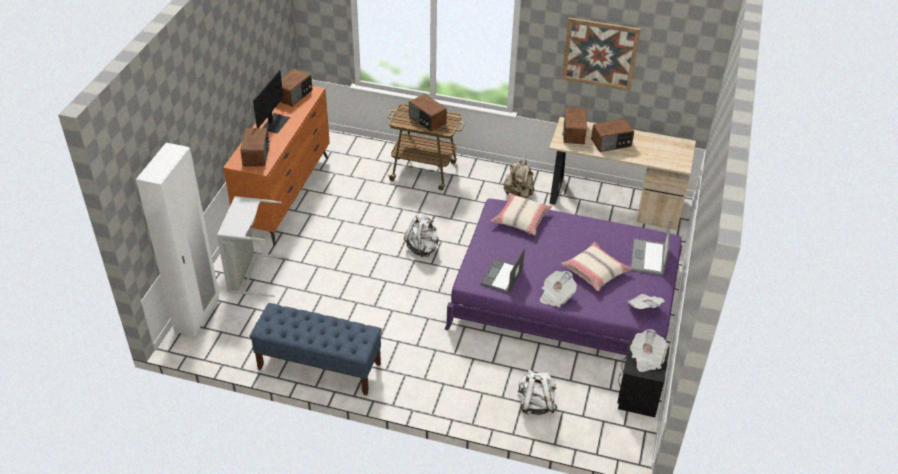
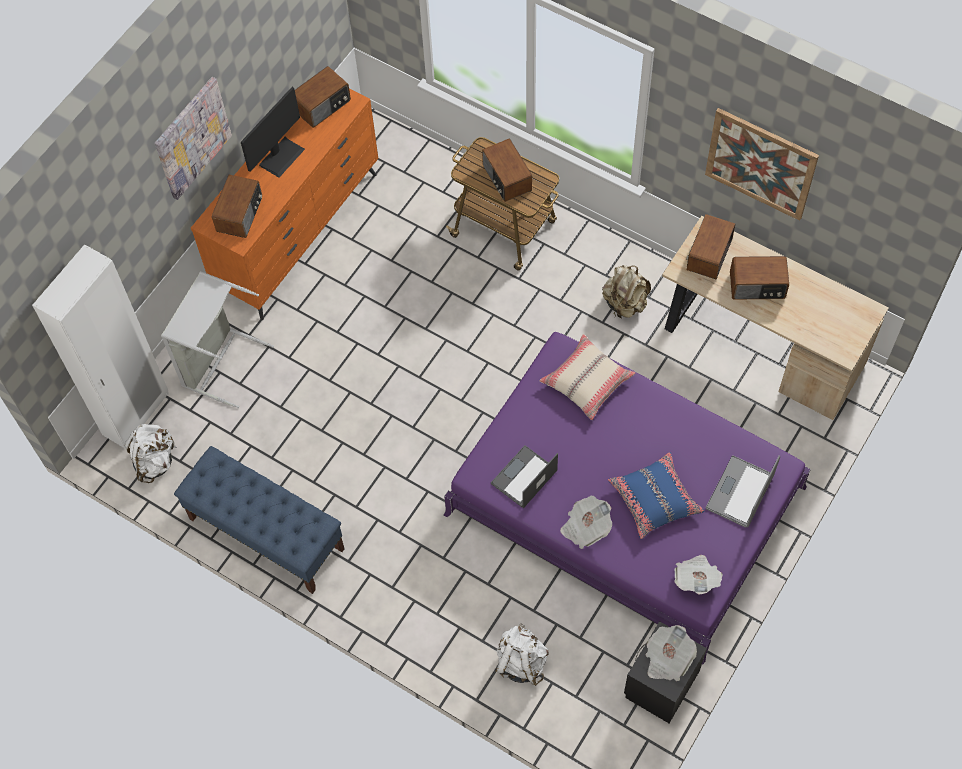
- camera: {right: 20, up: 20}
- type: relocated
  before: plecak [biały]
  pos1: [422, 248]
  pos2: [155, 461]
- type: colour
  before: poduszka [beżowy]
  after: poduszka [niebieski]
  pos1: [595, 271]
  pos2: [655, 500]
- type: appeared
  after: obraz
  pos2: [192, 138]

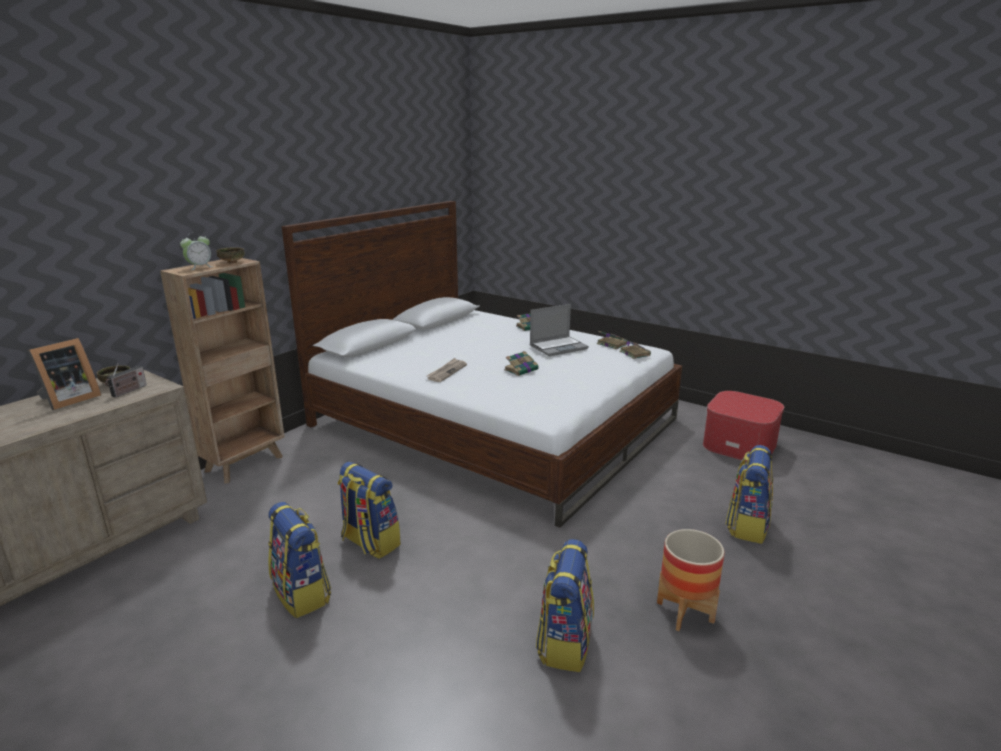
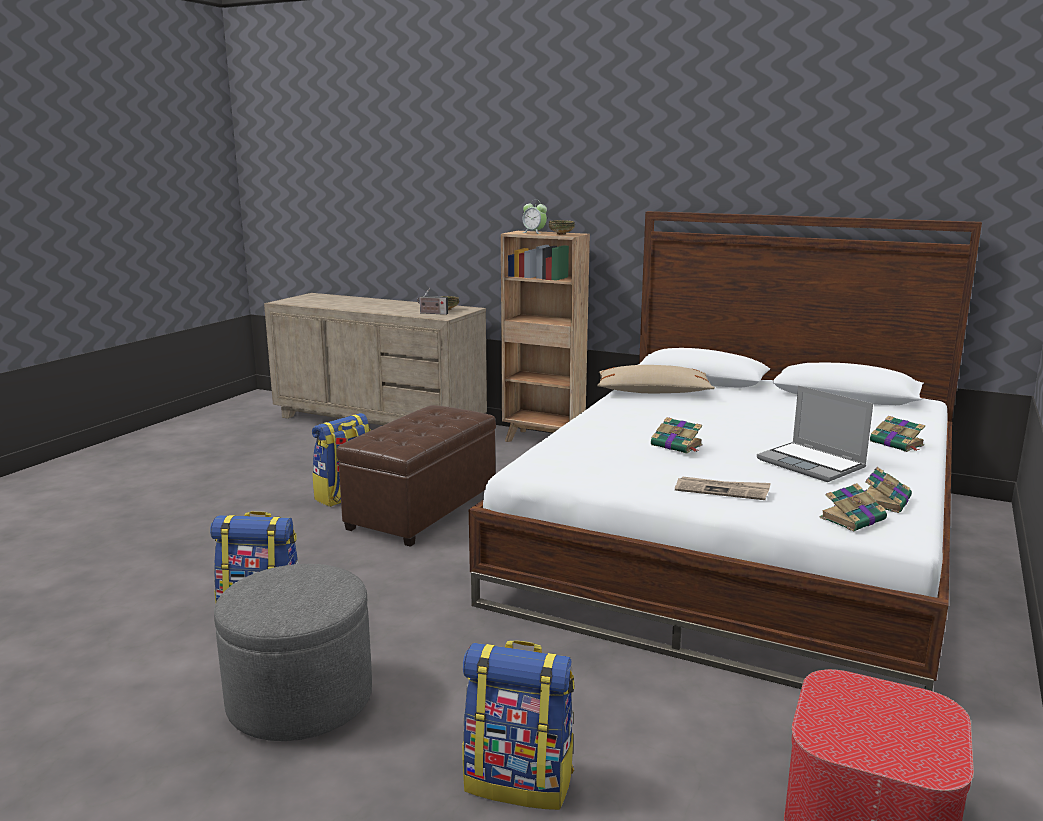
- camera: {right: 80, up: -5}
- type: missing
  before: ramka na zdjęcie
  pos1: [68, 400]
- type: relocated
  before: gazeta
  pos1: [447, 372]
  pos2: [722, 490]
- type: exchanged
  before: plecak
  after: pufa [brązowy]
  pos1: [369, 542]
  pos2: [422, 509]
- type: exchanged
  before: donica
  after: pufa [szary]
  pos1: [685, 612]
  pos2: [300, 699]
- type: appeared
  after: poduszka [beżowy]
  pos2: [653, 392]

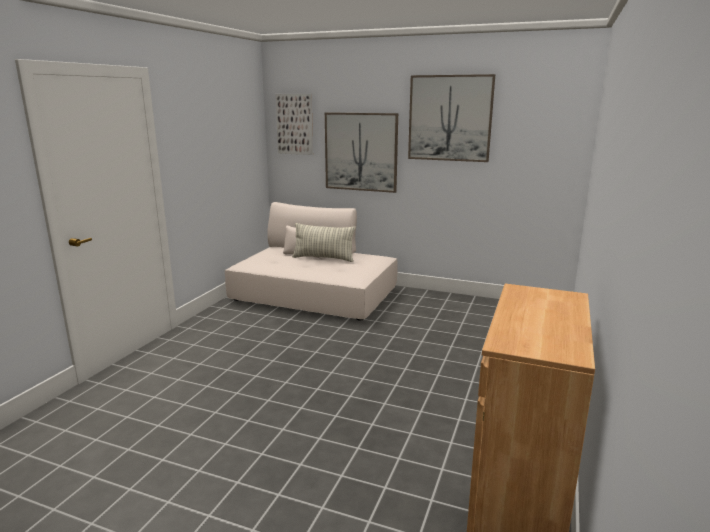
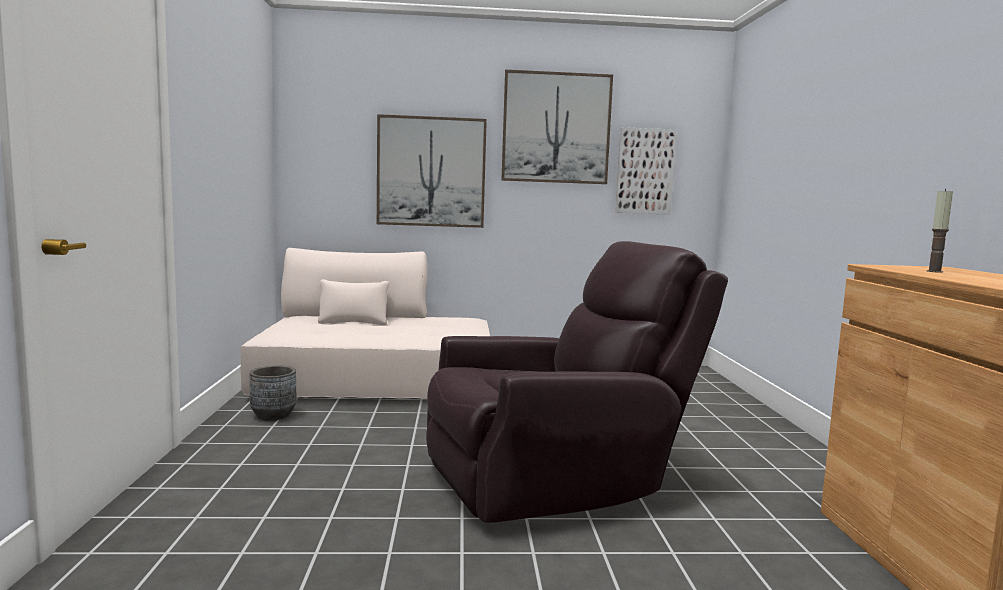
- camera: {right: -25, up: -10}
- type: relocated
  before: obraz
  pos1: [294, 124]
  pos2: [645, 171]
- type: missing
  before: poduszka
  pos1: [323, 258]
- type: appeared
  after: świeca
  pos2: [934, 271]
- type: appeared
  after: fotel [brązowy]
  pos2: [558, 480]
- type: appeared
  after: donica [szary]
  pos2: [273, 415]

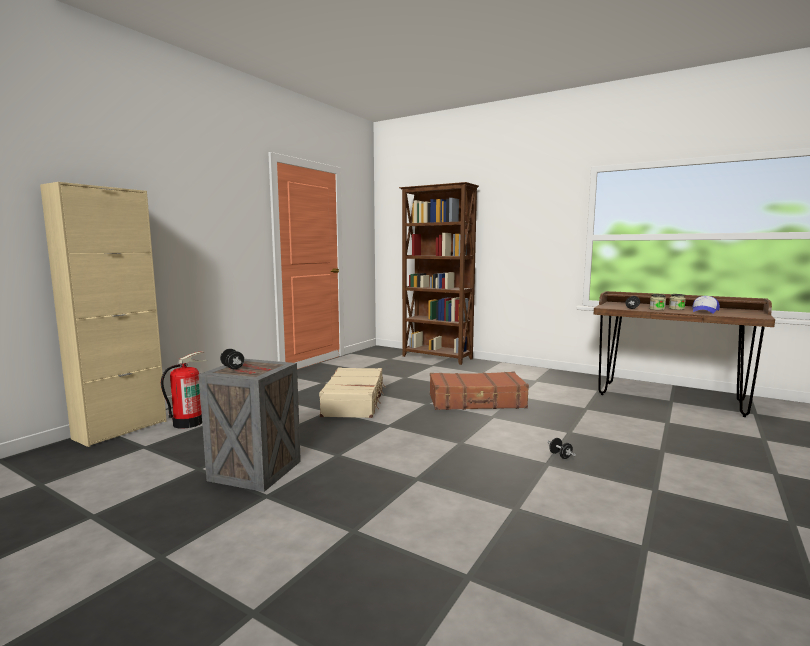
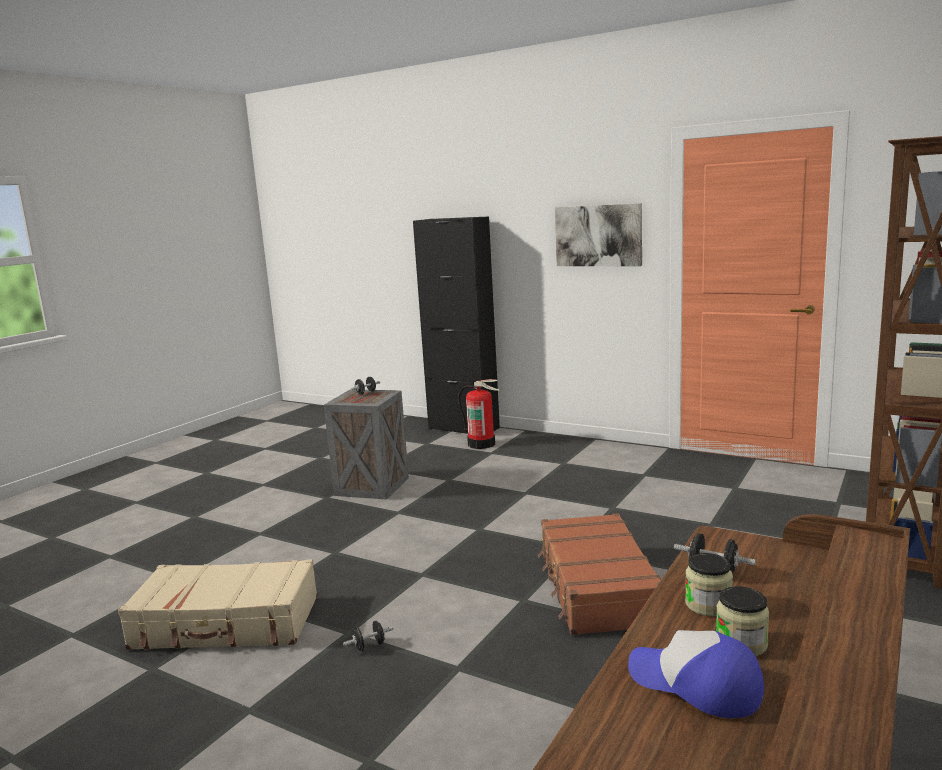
- camera: {right: 90, up: 5}
- type: colour
  before: szafka [beżowy]
  after: szafka [czarny]
  pos1: [121, 430]
  pos2: [463, 428]
- type: relocated
  before: walizka [beżowy]
  pos1: [354, 402]
  pos2: [226, 623]
- type: appeared
  after: obraz
  pos2: [598, 235]

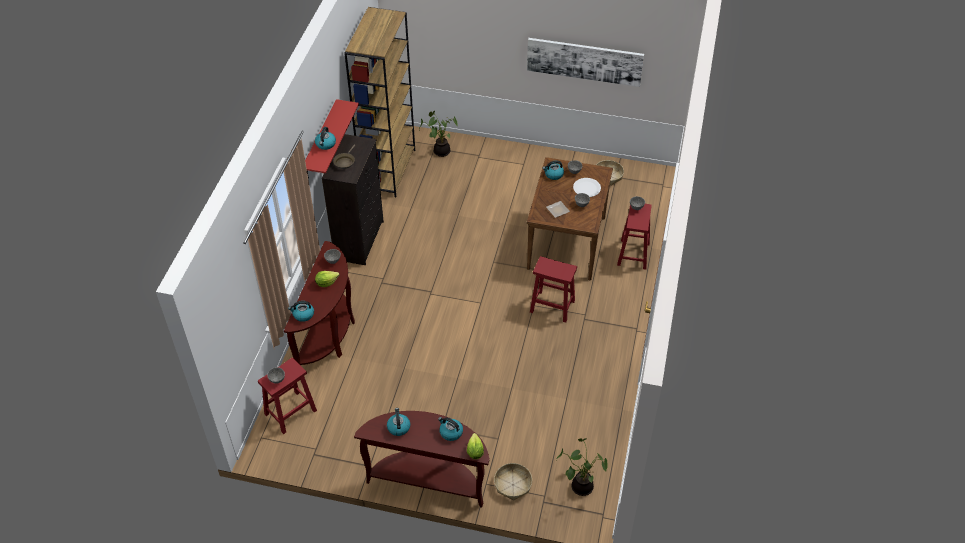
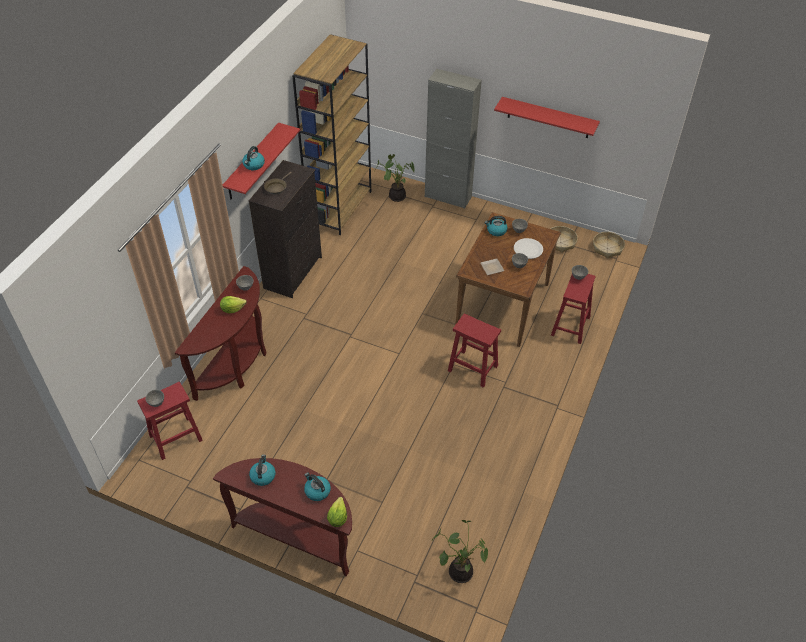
- camera: {right: 10, up: 0}
- type: exchanged
  before: obraz
  after: półka [czerwony]
  pos1: [584, 61]
  pos2: [548, 118]
- type: missing
  before: czajnik
  pos1: [303, 315]
- type: relocated
  before: koszyk
  pos1: [513, 484]
  pos2: [607, 248]
- type: appeared
  after: szafka [szary]
  pos2: [448, 197]

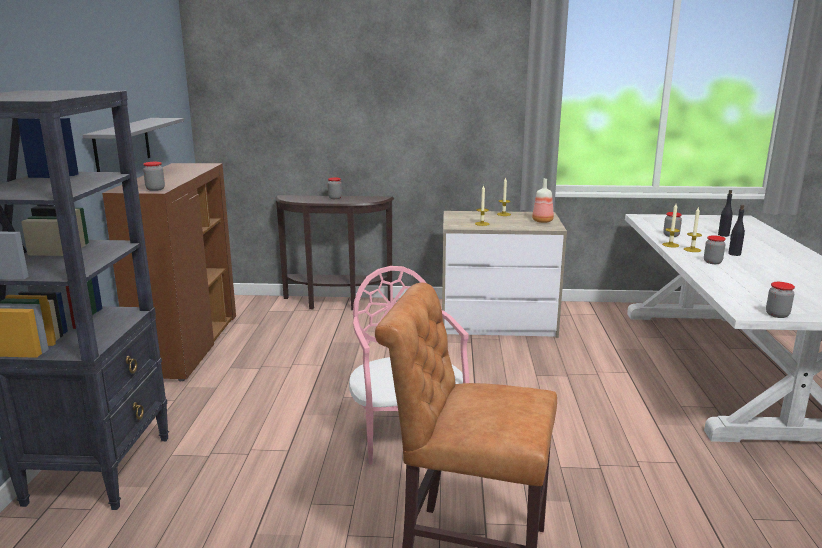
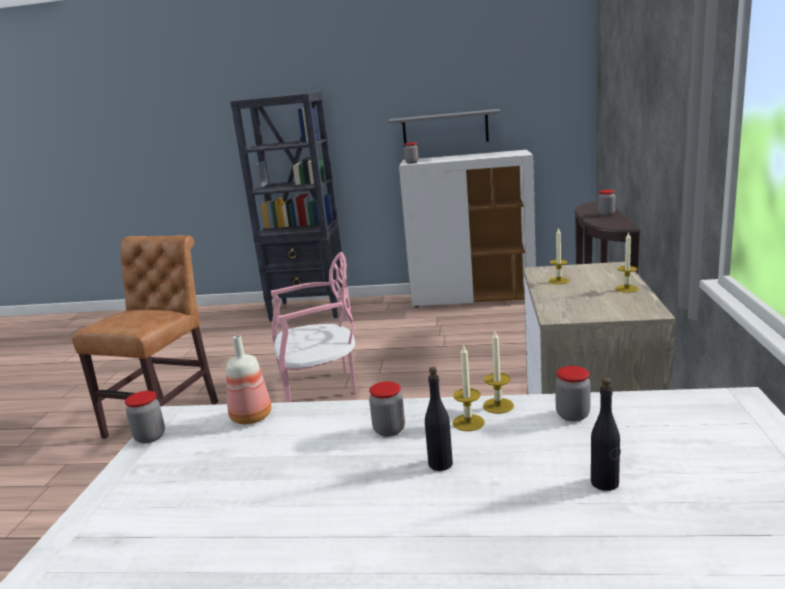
- camera: {right: 95, up: 0}
- type: colour
  before: szafka [brązowy]
  after: szafka [biały]
  pos1: [188, 347]
  pos2: [473, 298]
- type: relocated
  before: butelka
  pos1: [543, 221]
  pos2: [250, 418]

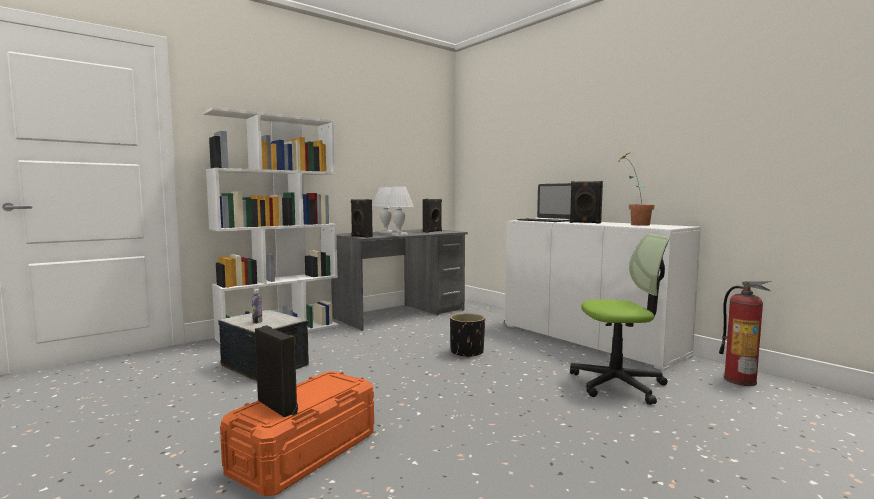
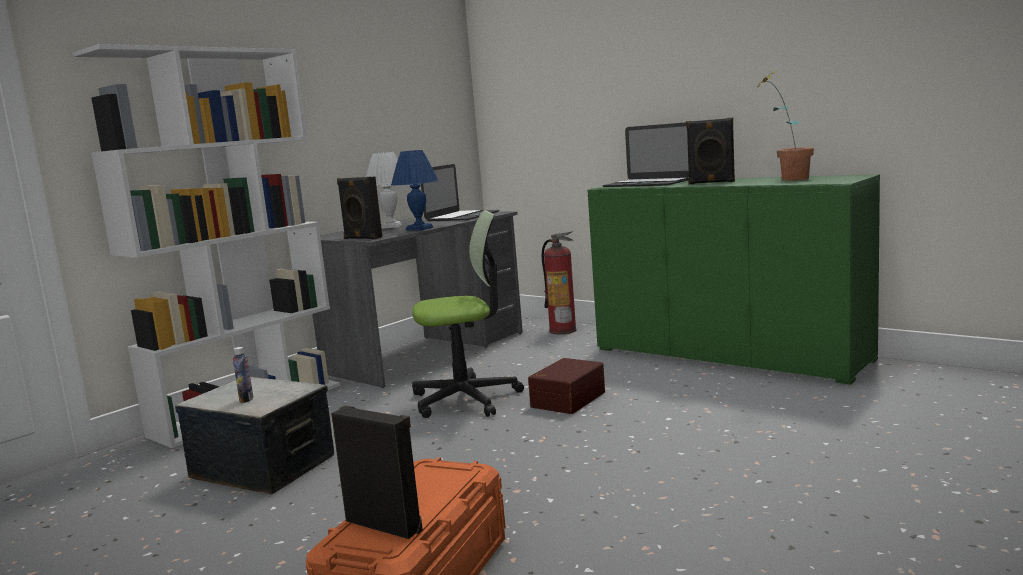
- camera: {right: -10, up: 5}
- type: colour
  before: lampa stołowa [biały]
  after: lampa stołowa [niebieski]
  pos1: [399, 235]
  pos2: [419, 229]
- type: exchanged
  before: głośnik [czarny]
  after: laptop
  pos1: [433, 231]
  pos2: [462, 216]
- type: colour
  before: szafka [biały]
  after: szafka [zielony]
  pos1: [589, 340]
  pos2: [728, 354]
- type: relocated
  before: krzesło biurowe
  pos1: [618, 384]
  pos2: [466, 399]
- type: relocated
  before: gaśnica
  pos1: [740, 380]
  pos2: [563, 330]
- type: exchanged
  before: donica [czarny]
  after: pojemnik do przechowywania [brązowy]
  pos1: [467, 353]
  pos2: [566, 399]

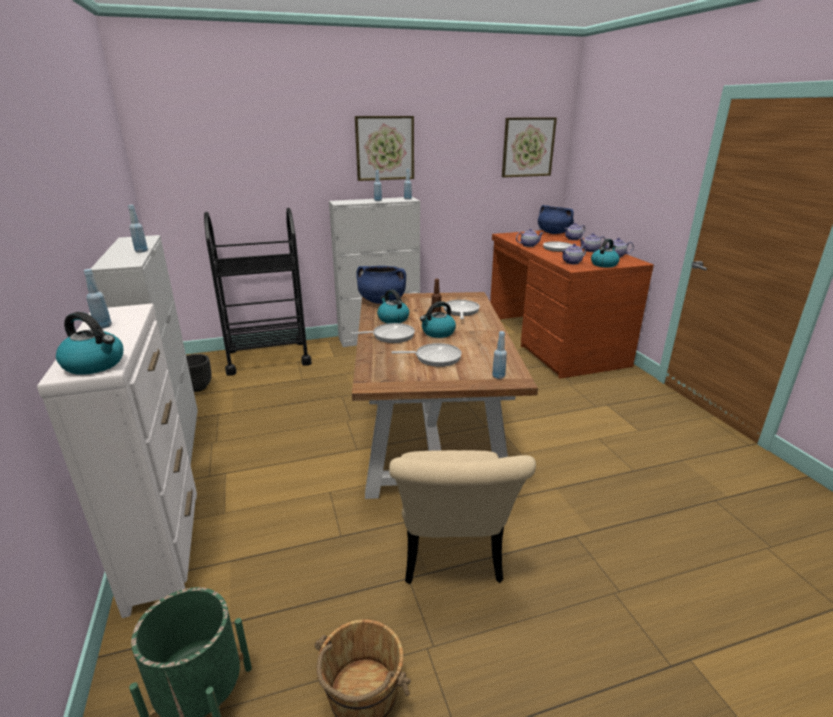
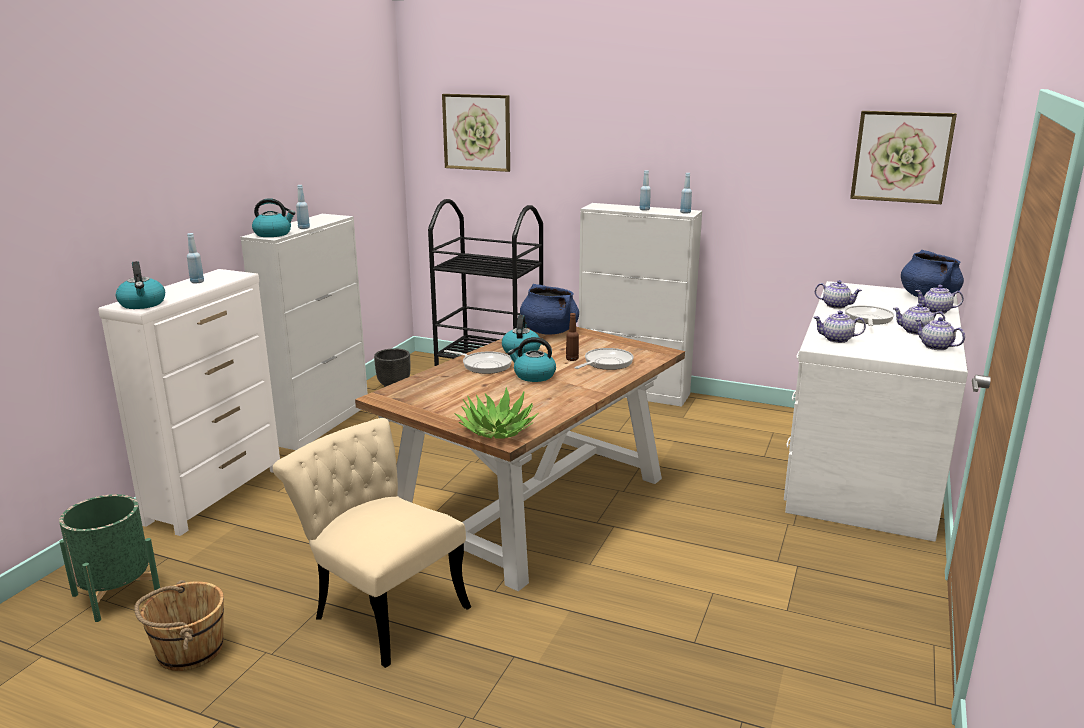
- camera: {right: 40, up: -5}
- type: relocated
  before: obraz
  pos1: [385, 148]
  pos2: [477, 132]
- type: colour
  before: biurko [brązowy]
  after: biurko [biały]
  pos1: [552, 341]
  pos2: [863, 468]
- type: relocated
  before: czajnik
  pos1: [604, 264]
  pos2: [273, 234]
- type: exchanged
  before: butelka [niebieski]
  after: roślina doniczkowa
  pos1: [498, 376]
  pos2: [497, 430]
- type: missing
  before: patelnia
  pos1: [435, 358]
- type: spun
  before: krzesło [beżowy]
  pos1: [451, 556]
  pos2: [381, 607]
  turn: 90

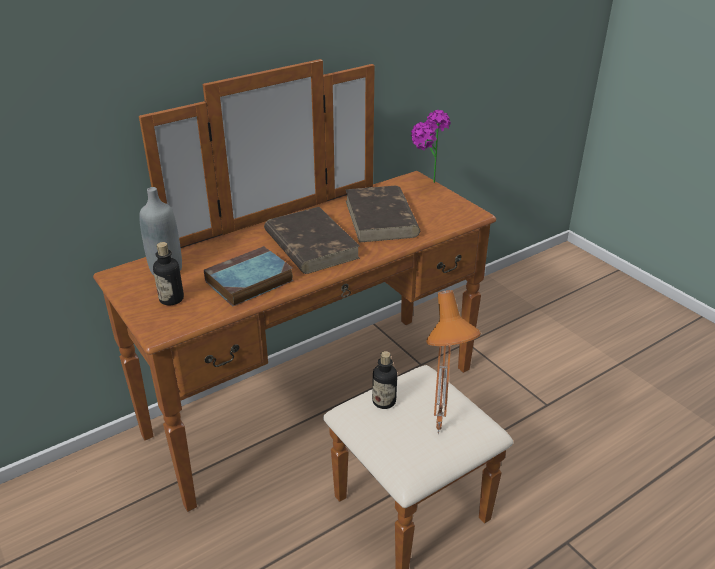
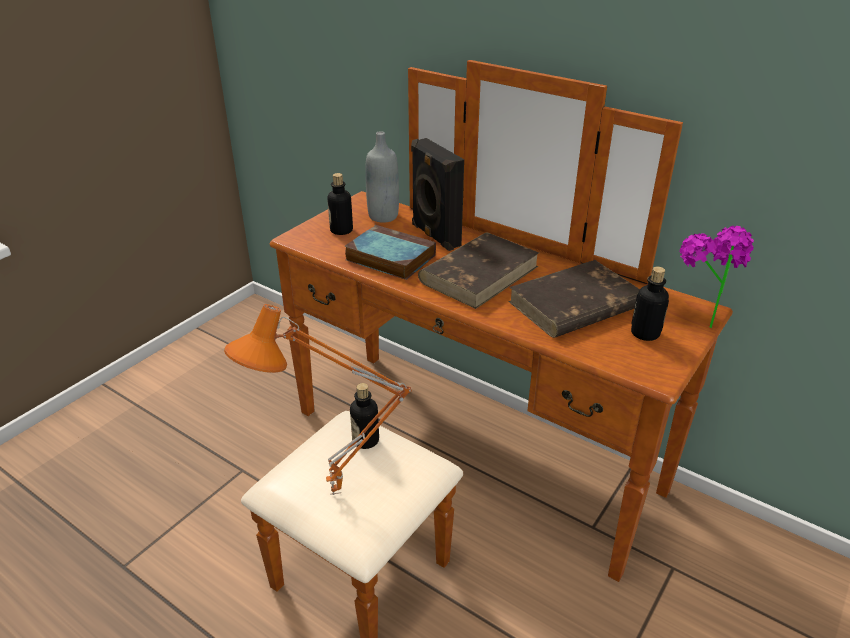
- camera: {right: 70, up: 0}
- type: appeared
  after: głośnik [czarny]
  pos2: [434, 236]
- type: appeared
  after: butelka
  pos2: [645, 333]

